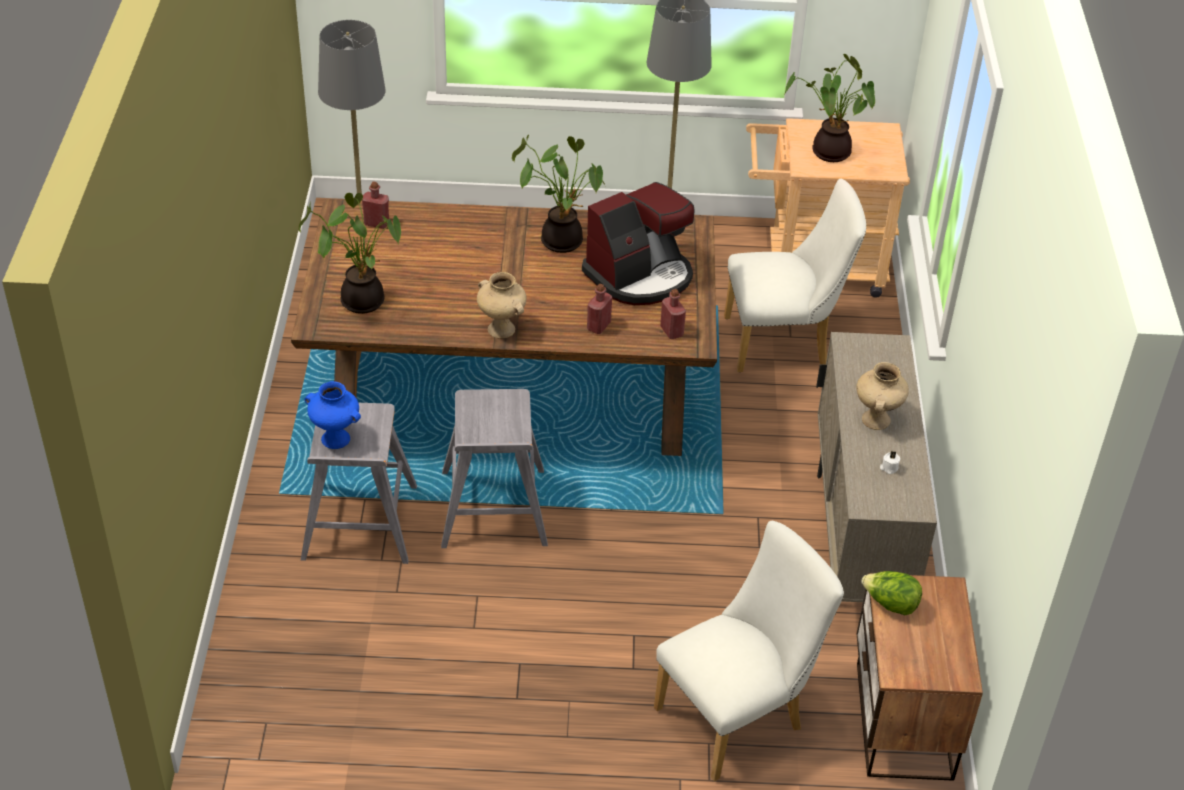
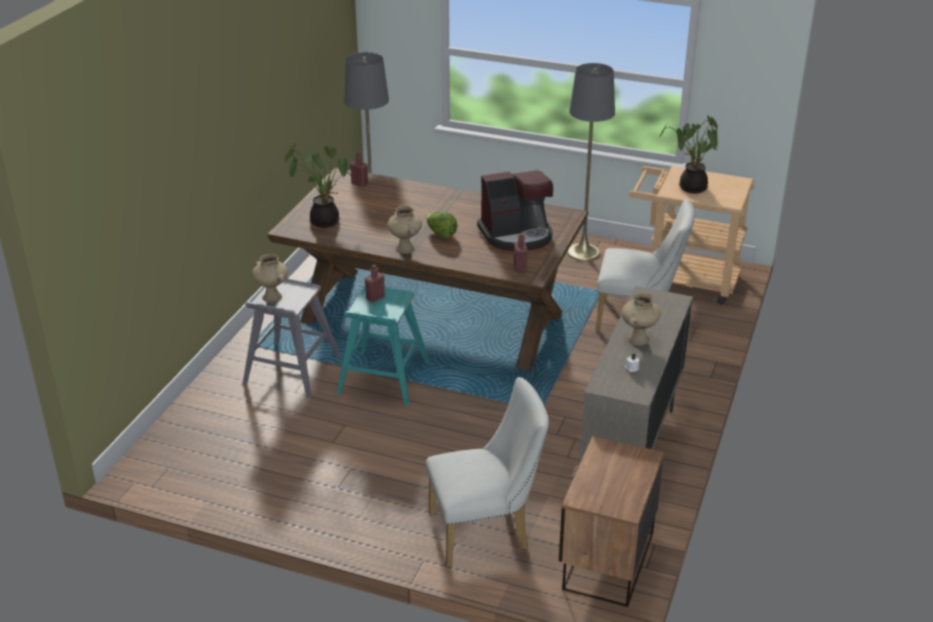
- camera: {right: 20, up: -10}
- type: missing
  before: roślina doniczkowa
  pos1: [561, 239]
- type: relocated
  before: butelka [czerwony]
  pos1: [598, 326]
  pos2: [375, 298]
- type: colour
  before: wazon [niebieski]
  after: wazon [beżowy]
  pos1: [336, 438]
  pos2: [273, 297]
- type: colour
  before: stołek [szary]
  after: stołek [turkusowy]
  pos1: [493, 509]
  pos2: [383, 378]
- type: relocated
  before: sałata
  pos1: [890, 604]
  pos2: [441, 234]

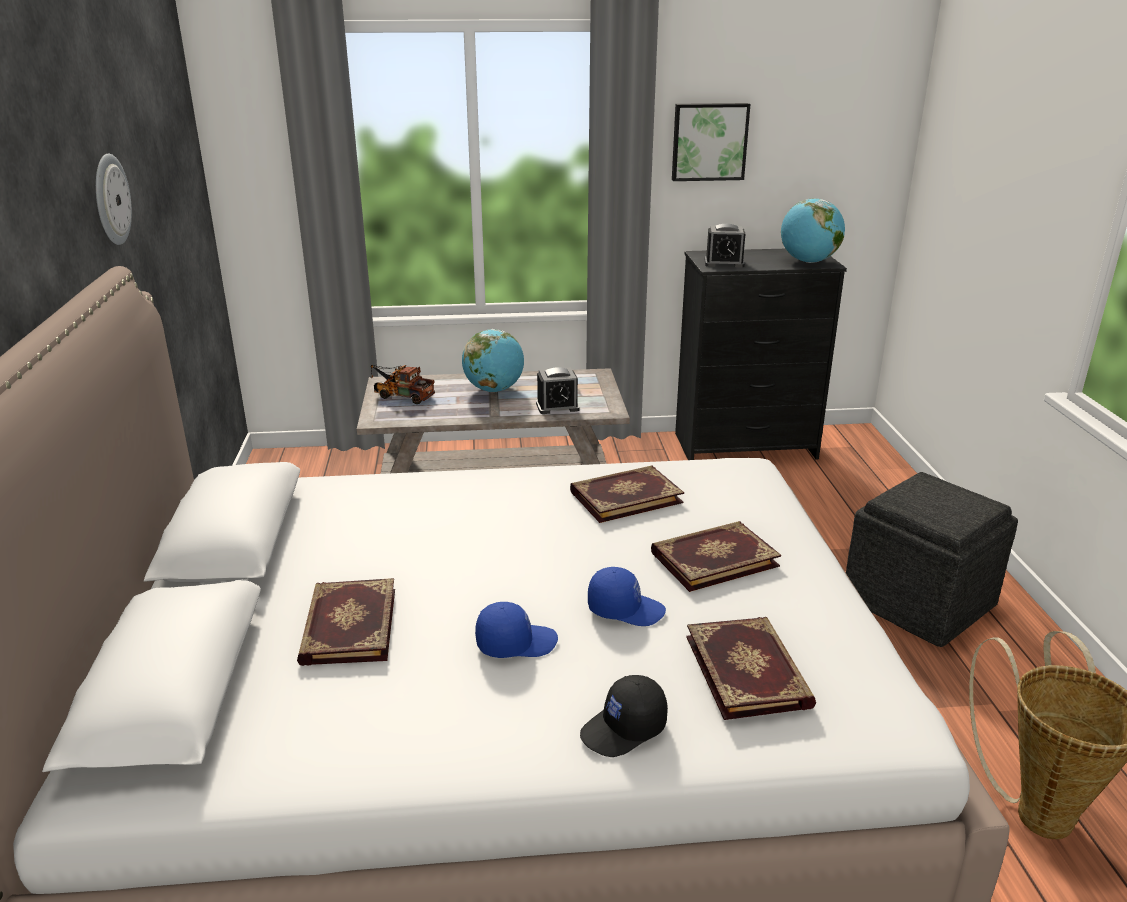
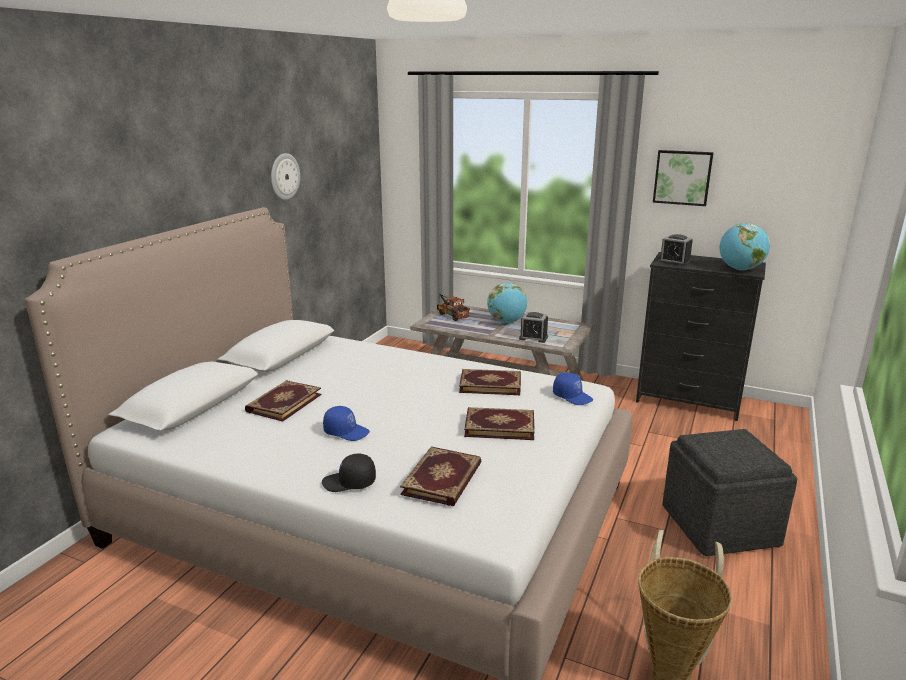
- camera: {right: 30, up: -5}
- type: relocated
  before: czapka z daszkiem [niebieski]
  pos1: [625, 609]
  pos2: [572, 396]

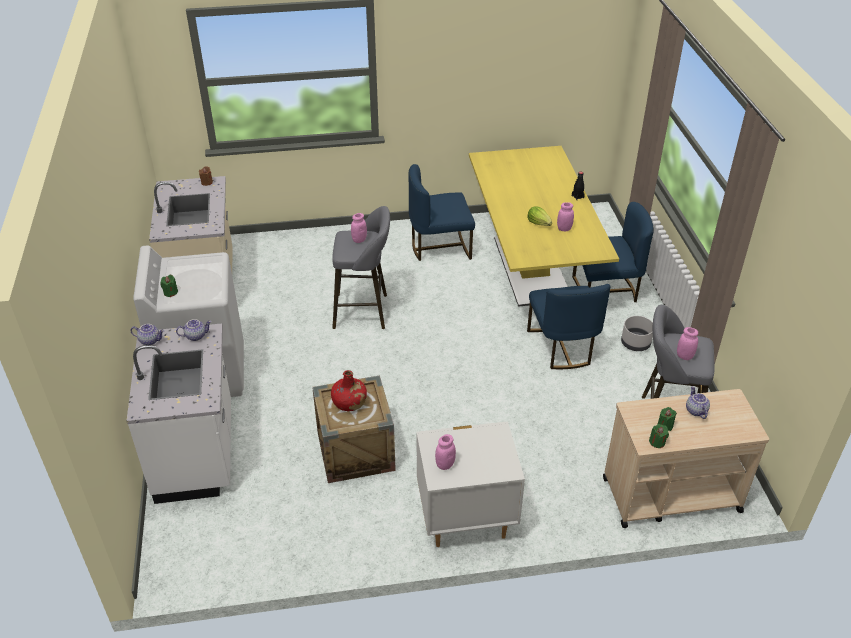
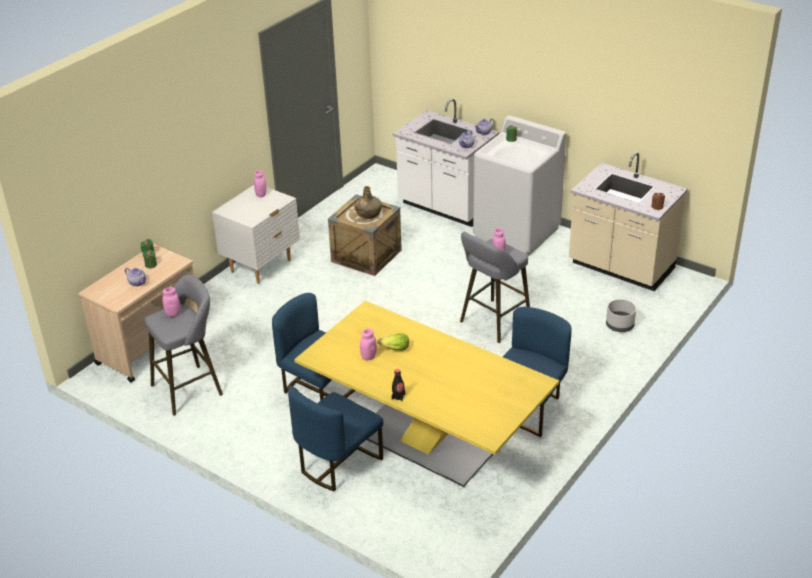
- camera: {right: 135, up: -5}
- type: relocated
  before: donica [szary]
  pos1: [635, 343]
  pos2: [619, 325]
- type: colour
  before: butelka [czerwony]
  after: butelka [zielony]
  pos1: [349, 402]
  pos2: [368, 214]

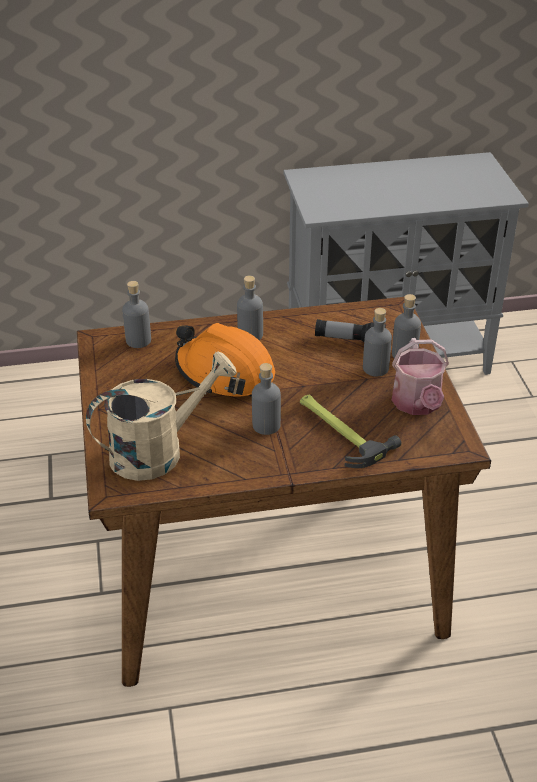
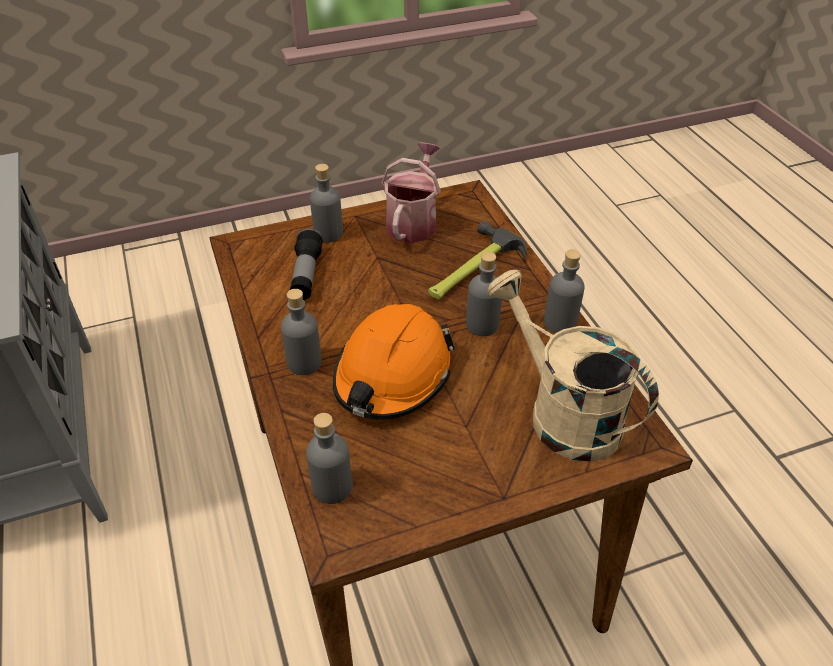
- camera: {right: -100, up: 5}
- type: relocated
  before: butelka [szary]
  pos1: [375, 368]
  pos2: [560, 322]
- type: spun
  before: konewka
  pos1: [417, 404]
  pos2: [413, 221]
  turn: -60

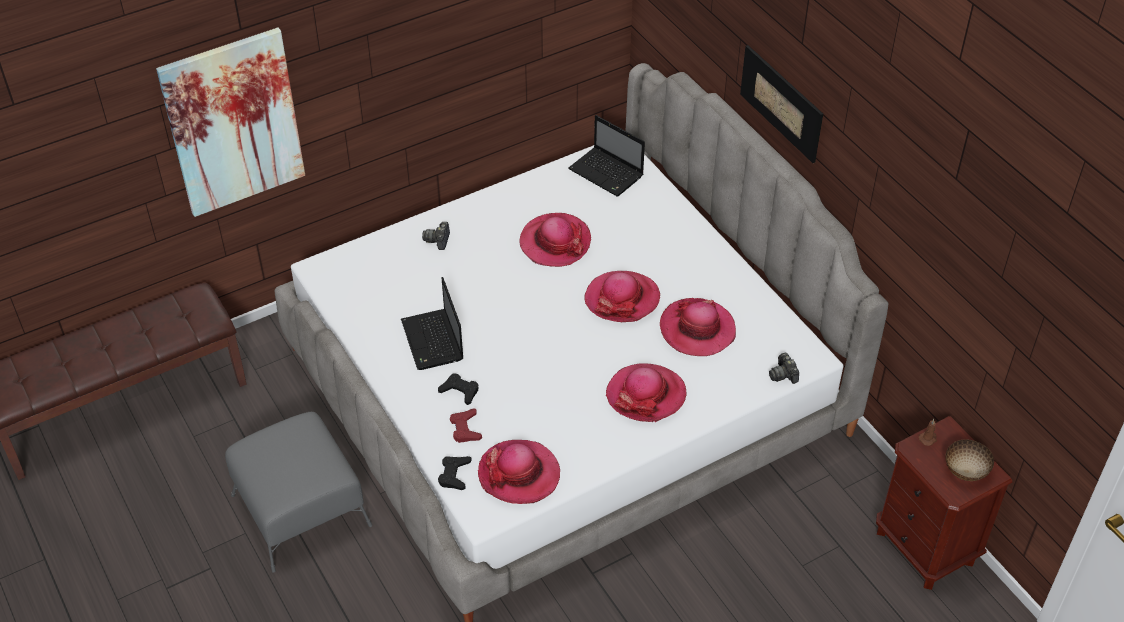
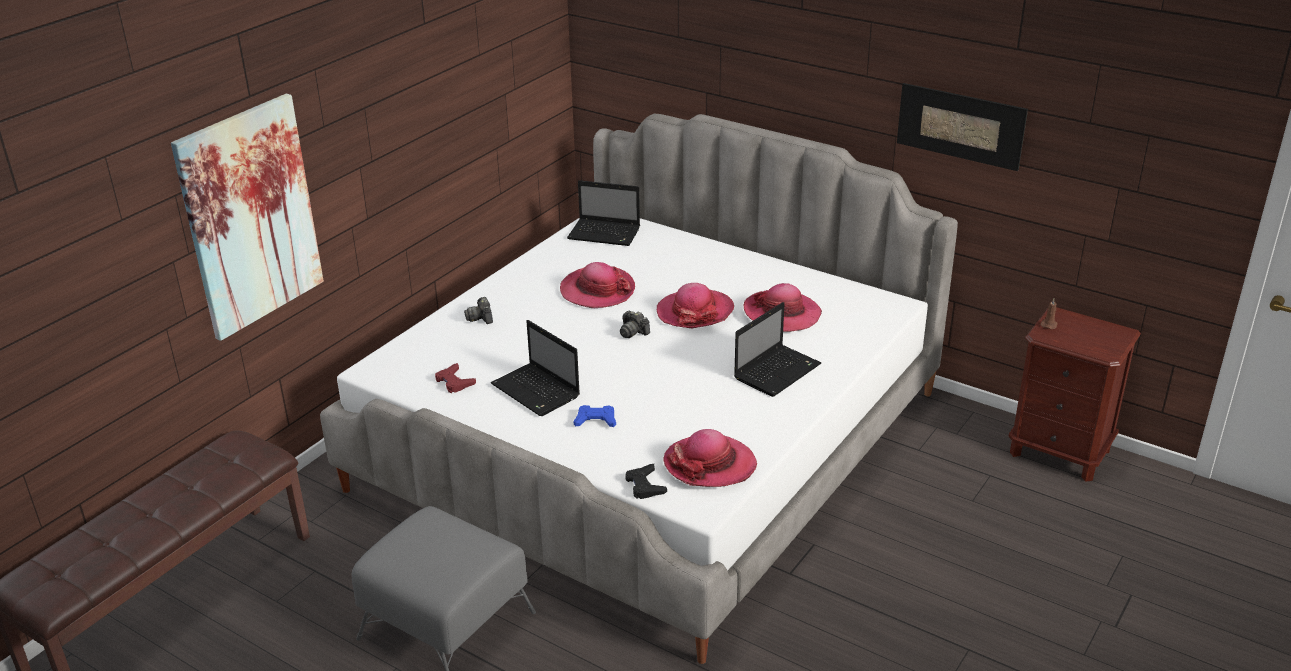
- camera: {right: -25, up: -15}
- type: relocated
  before: obraz
  pos1: [781, 103]
  pos2: [960, 126]
- type: relocated
  before: aparat fotograficzny
  pos1: [783, 374]
  pos2: [633, 332]
- type: exchanged
  before: kapelusz
  after: laptop
  pos1: [646, 395]
  pos2: [778, 371]
- type: colour
  before: pad do gier [czarny]
  after: pad do gier [niebieski]
  pos1: [460, 391]
  pos2: [596, 420]
- type: relocated
  before: pad do gier [czerwony]
  pos1: [465, 429]
  pos2: [454, 382]
- type: missing
  before: miska
  pos1: [965, 471]

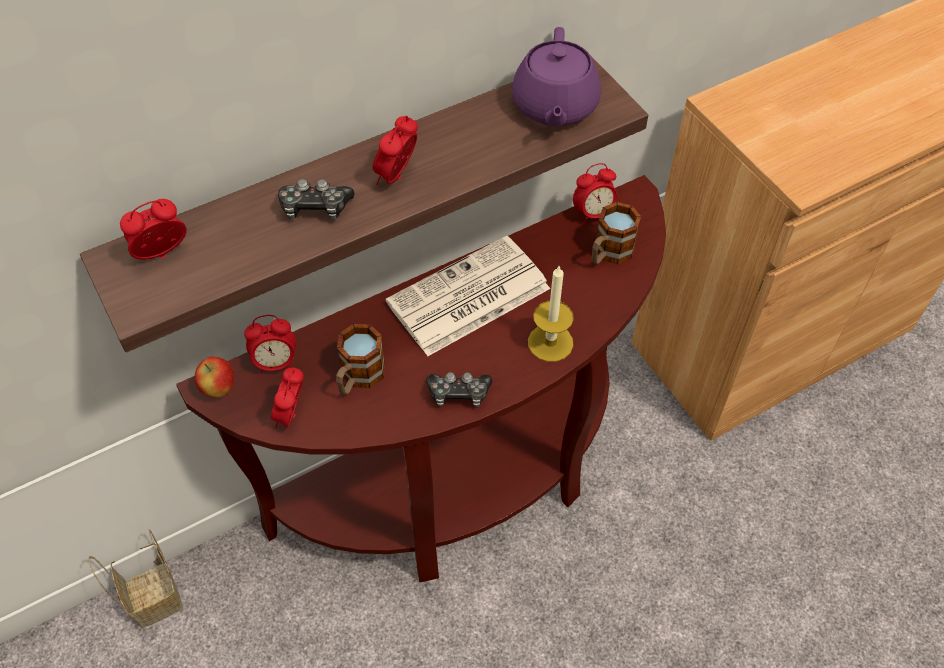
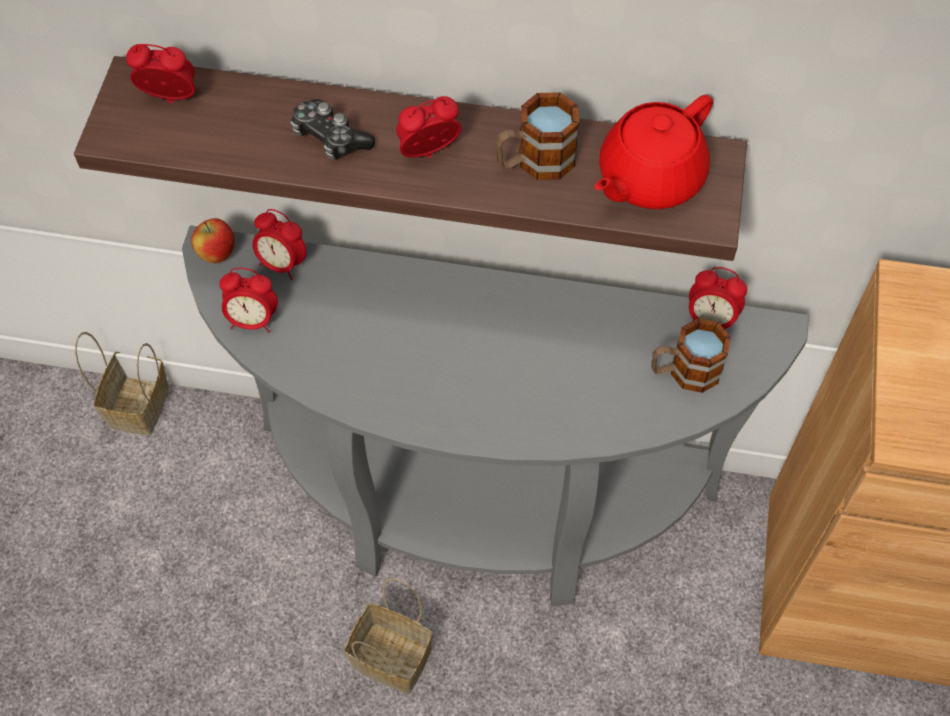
- camera: {right: 40, up: 5}
- type: colour
  before: imbryk [fioletowy]
  after: imbryk [czerwony]
  pos1: [554, 106]
  pos2: [648, 178]
- type: colour
  before: stolik konsolowy [brązowy]
  after: stolik konsolowy [szary]
  pos1: [465, 483]
  pos2: [477, 509]
- type: missing
  before: gazeta
  pos1: [467, 298]
- type: missing
  before: świeca
  pos1: [550, 343]
- type: relocated
  before: kubek
  pos1: [358, 377]
  pos2: [534, 162]
- type: spun
  before: budzik
  pos1: [292, 415]
  pos2: [253, 320]
  turn: -135
- type: missing
  before: pad do gier
  pos1: [458, 394]
- type: appeared
  after: koszyk
  pos2: [394, 657]

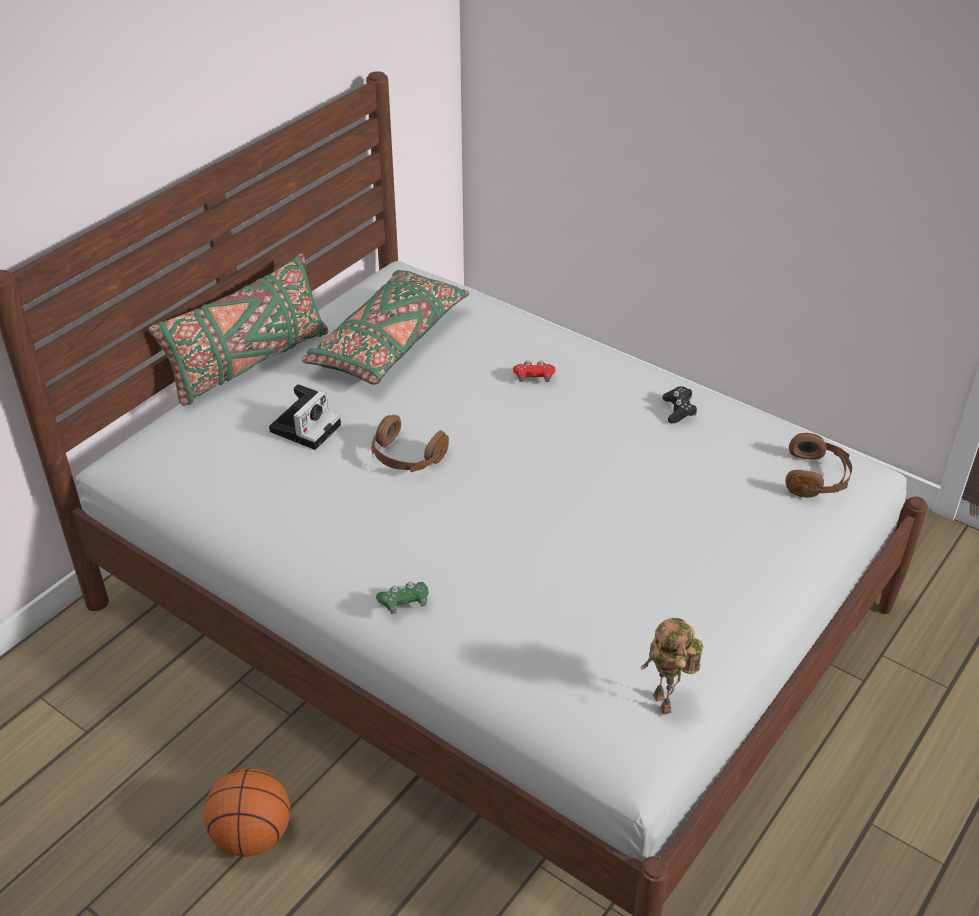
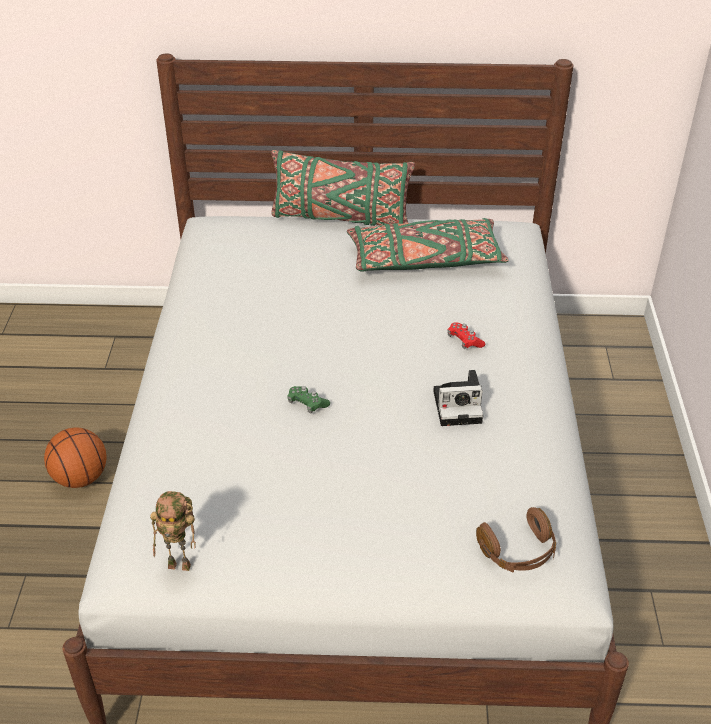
- camera: {right: 55, up: 0}
- type: relocated
  before: aparat fotograficzny
  pos1: [306, 426]
  pos2: [459, 406]
- type: missing
  before: pad do gier [czarny]
  pos1: [678, 410]
- type: missing
  before: słuchawki [brązowy]
  pos1: [406, 457]
- type: relocated
  before: pad do gier [zielony]
  pos1: [404, 602]
  pos2: [307, 404]
- type: spun
  before: robot zabawkowy
  pos1: [666, 704]
  pos2: [181, 564]
  turn: -120

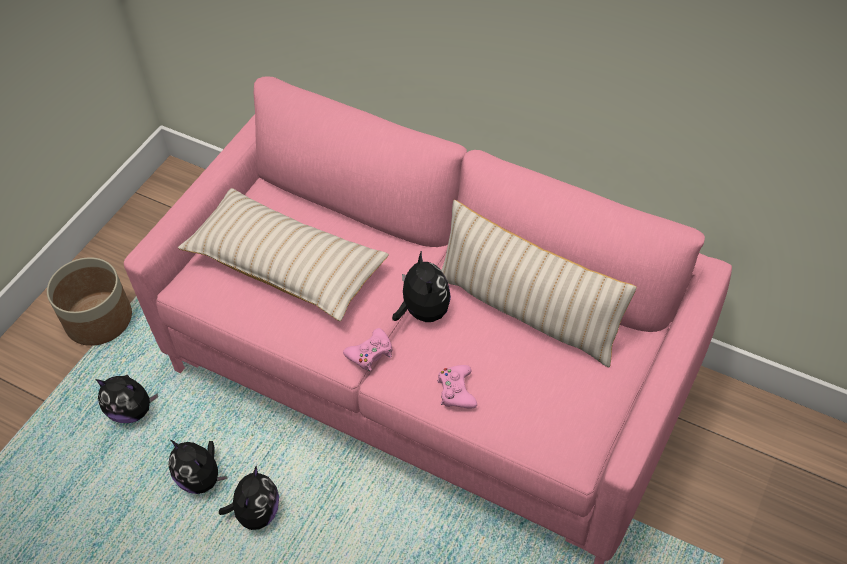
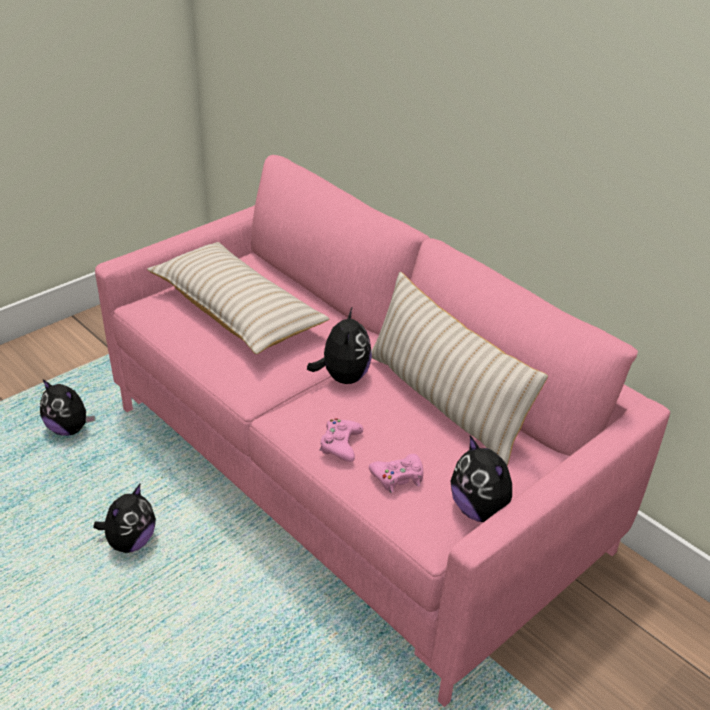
- camera: {right: 15, up: -15}
- type: missing
  before: donica
  pos1: [99, 319]
- type: relocated
  before: pad do gier [różowy]
  pos1: [370, 353]
  pos2: [398, 477]
- type: relocated
  before: pluszak
  pos1: [201, 478]
  pos2: [481, 510]

